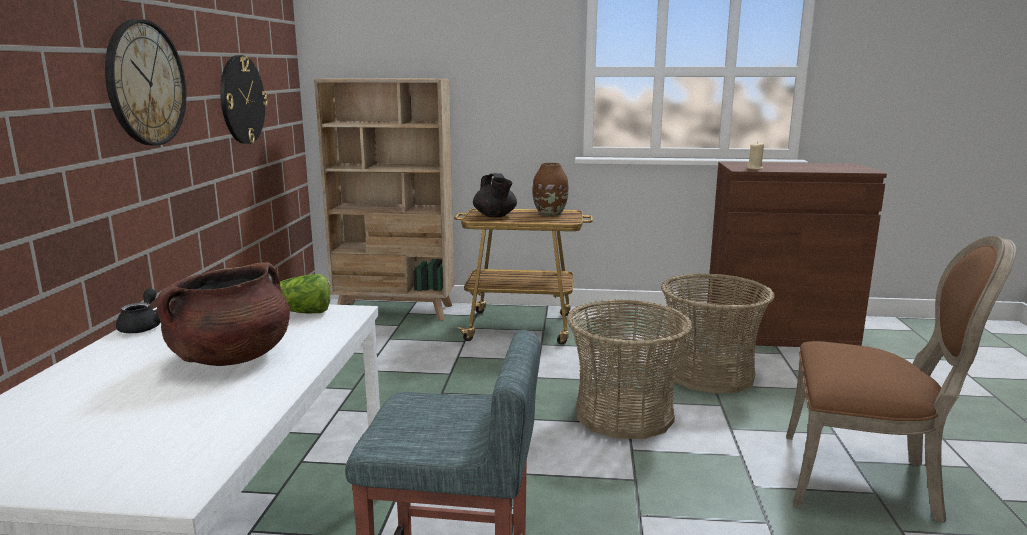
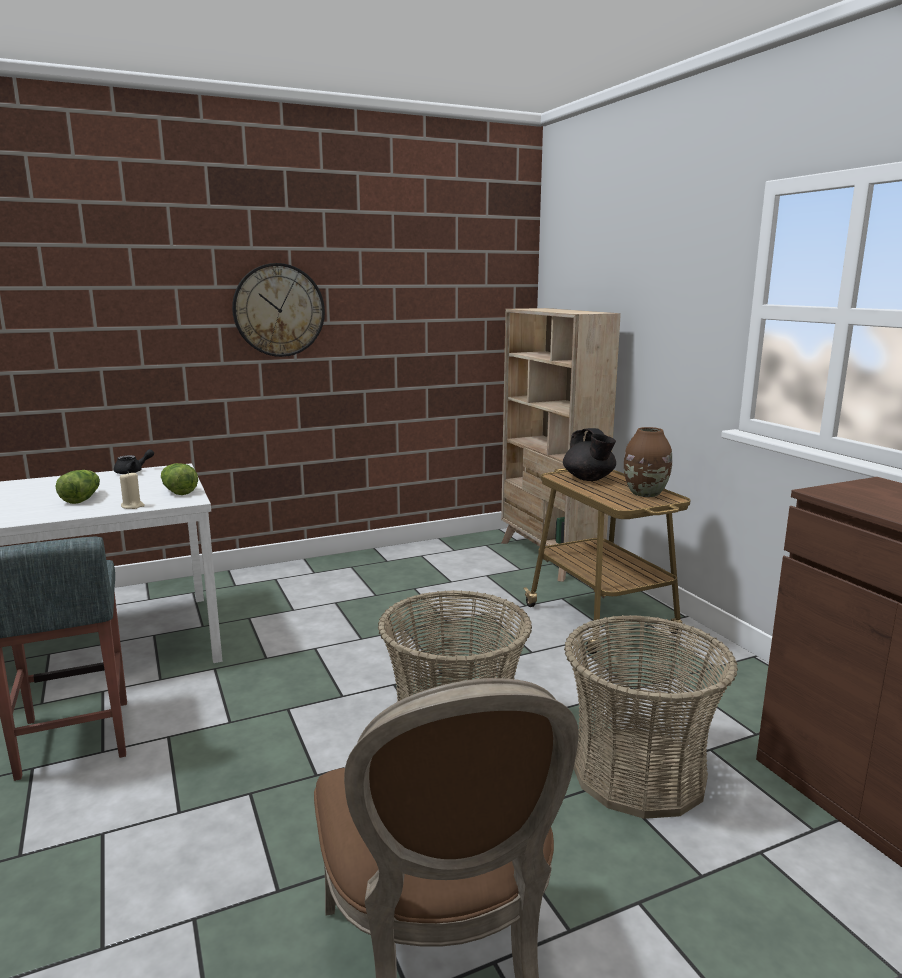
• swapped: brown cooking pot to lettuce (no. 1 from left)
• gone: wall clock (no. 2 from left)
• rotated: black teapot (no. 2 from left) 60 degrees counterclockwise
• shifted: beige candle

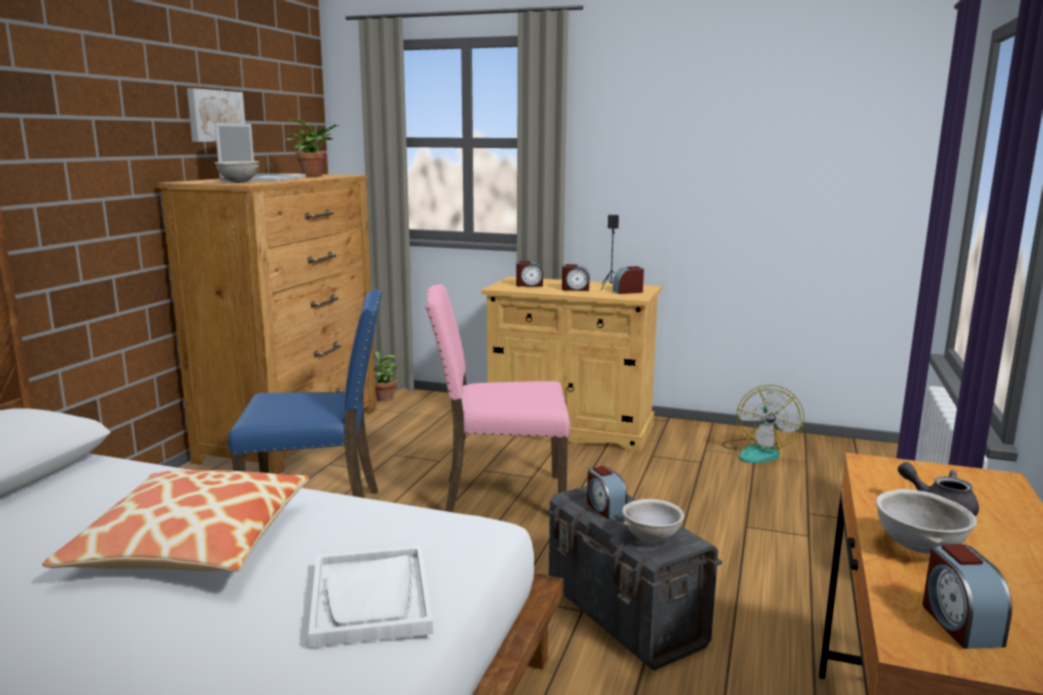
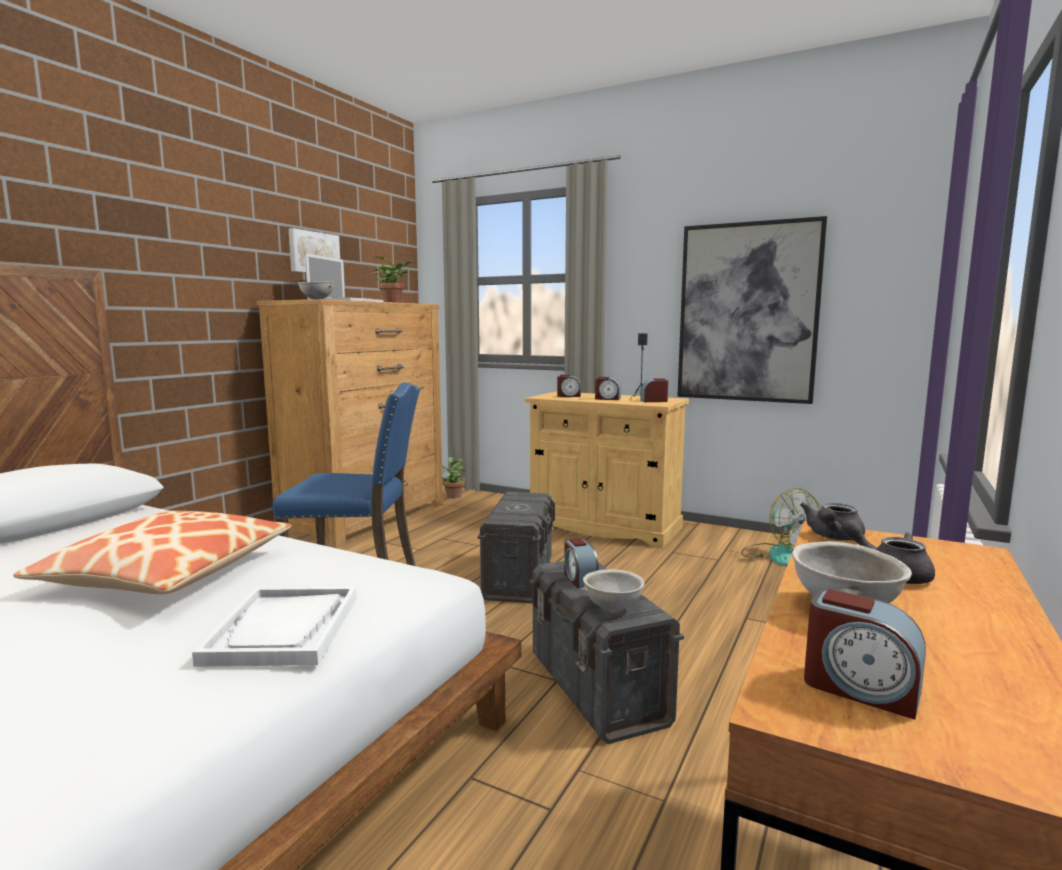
• swapped: pink chair to grey storage box (no. 1 from left)
• rotated: fan 45 degrees counterclockwise
• rotated: alarm clock (no. 5 from left) 60 degrees counterclockwise
• new: picture (no. 2 from left)
• new: grey teapot (no. 1 from left)

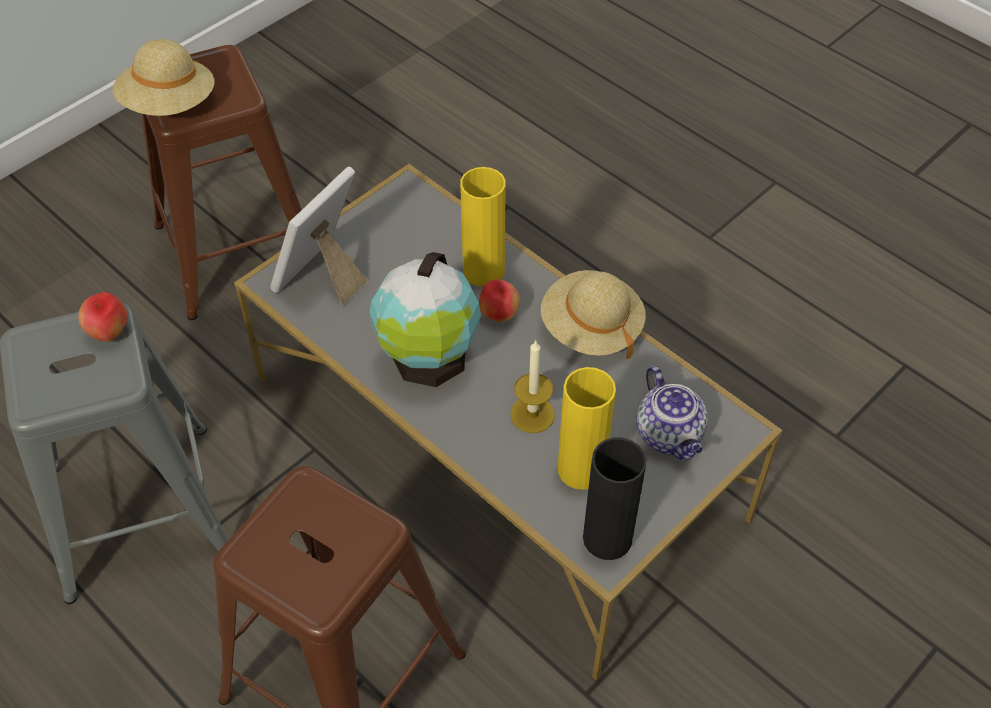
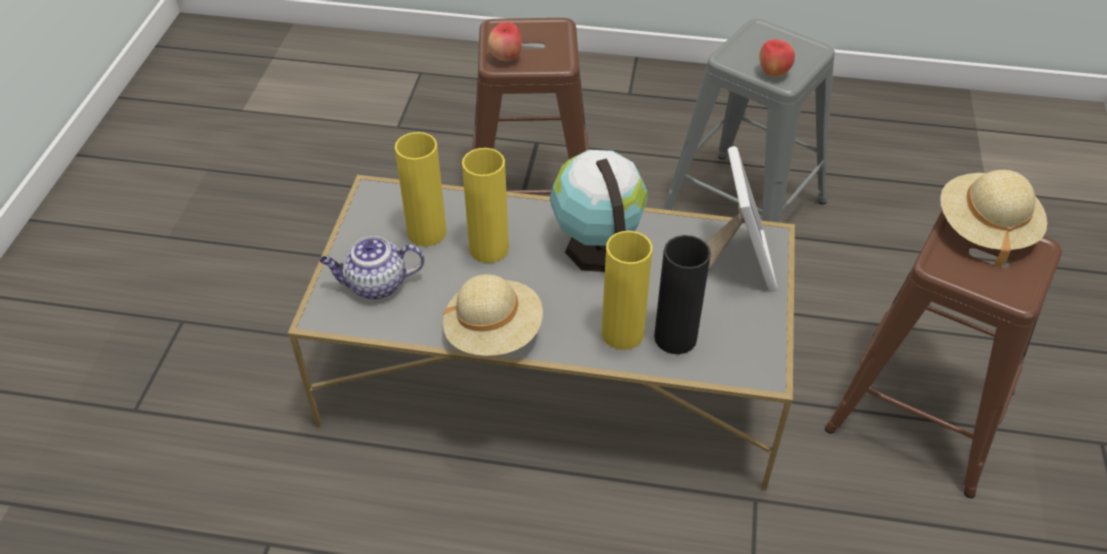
• shifted: apple (no. 2 from left in the first image) to apple (no. 1 from left)
• swapped: candle to yellow vase (no. 2 from left)
• shifted: black vase
• rotated: teapot 45 degrees counterclockwise

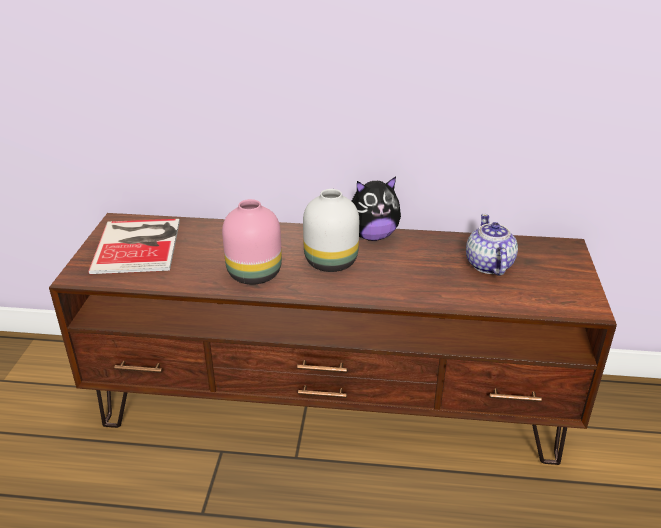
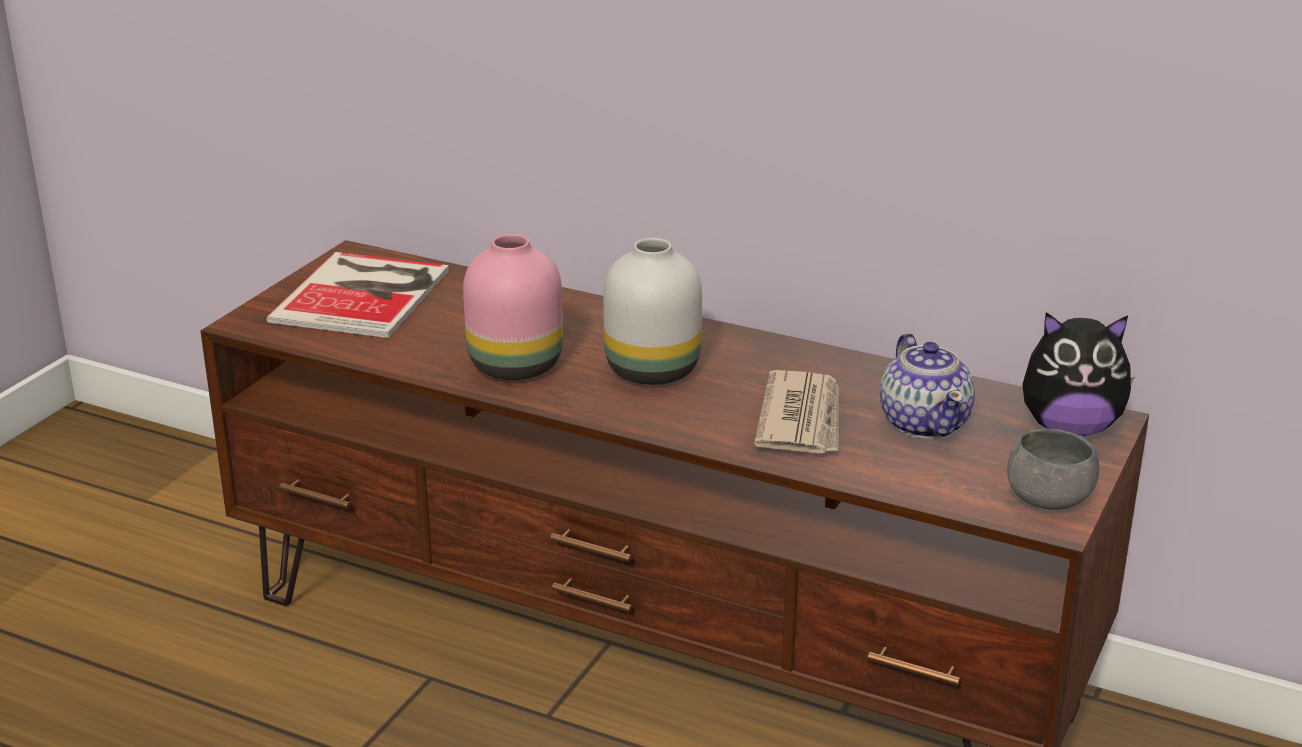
• shifted: plush toy
• rotated: teapot 150 degrees clockwise
• new: newspaper
• new: grey bowl

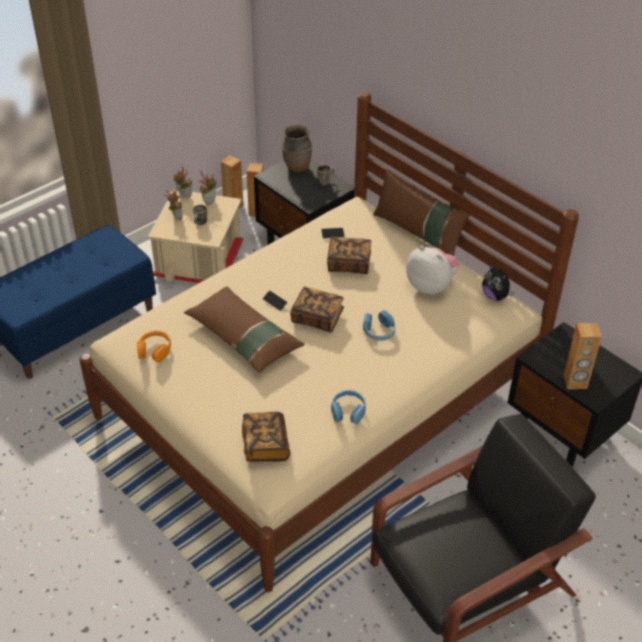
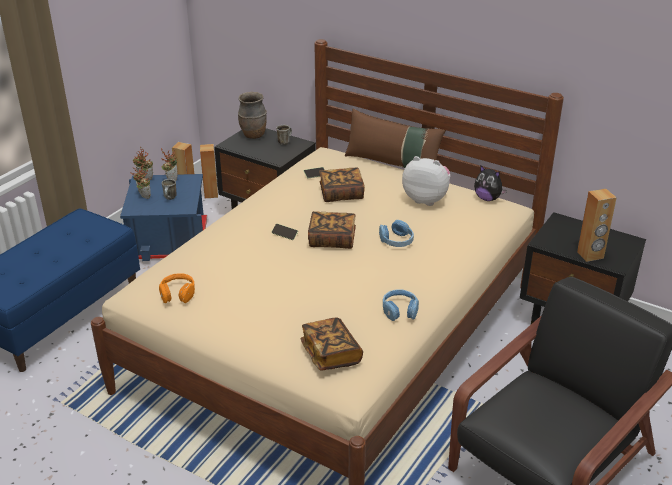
• repainted: beige storage box to blue storage box
• gone: brown pillow (no. 1 from left)

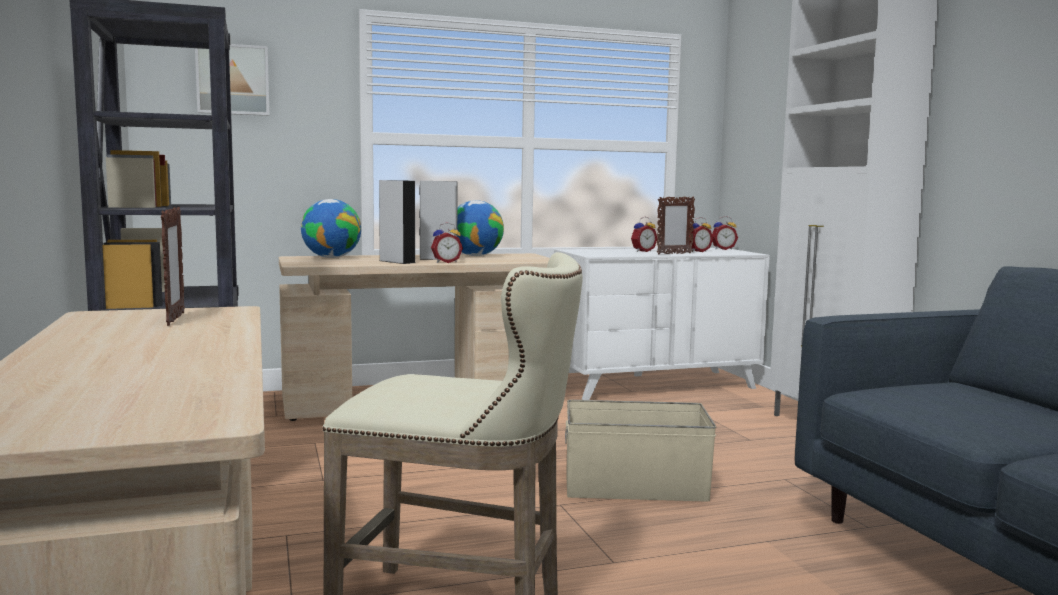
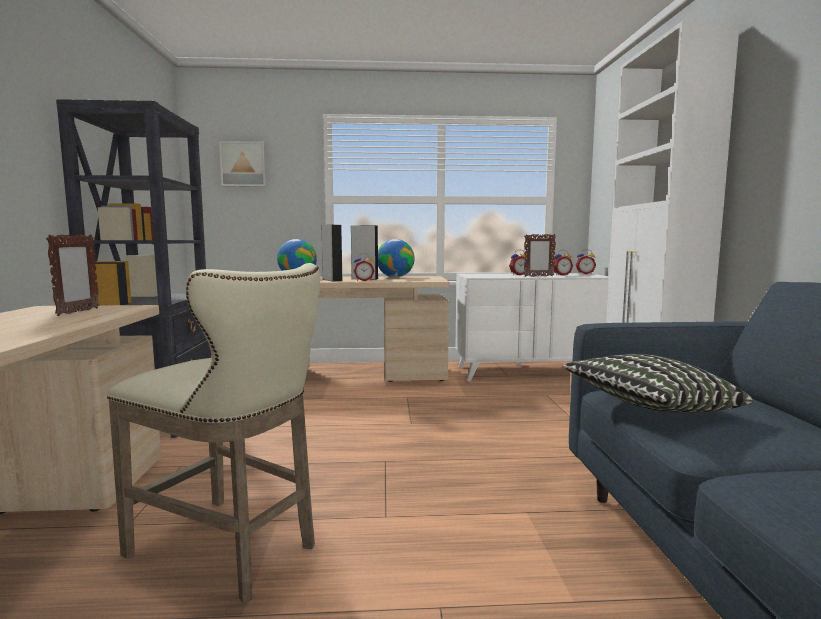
• gone: beige storage box
• new: pillow

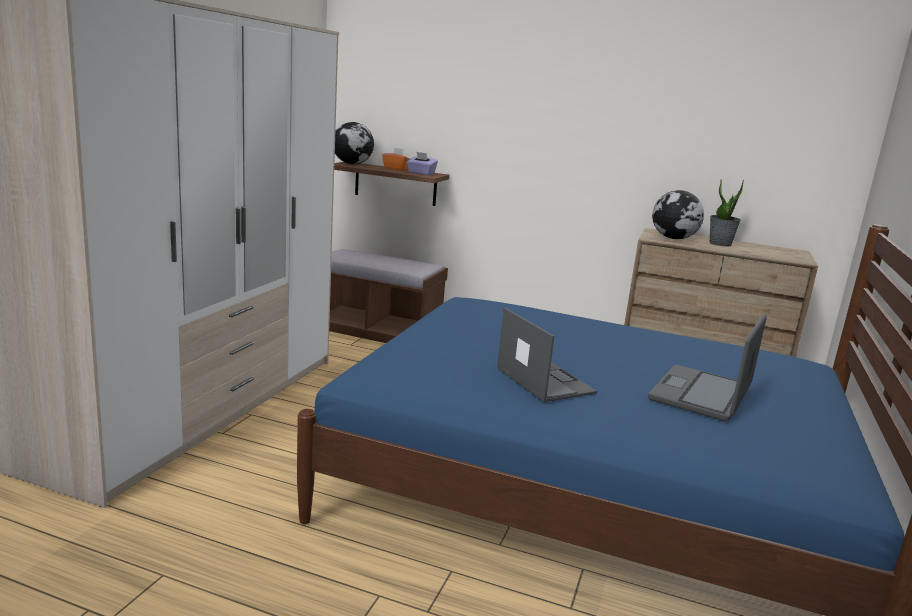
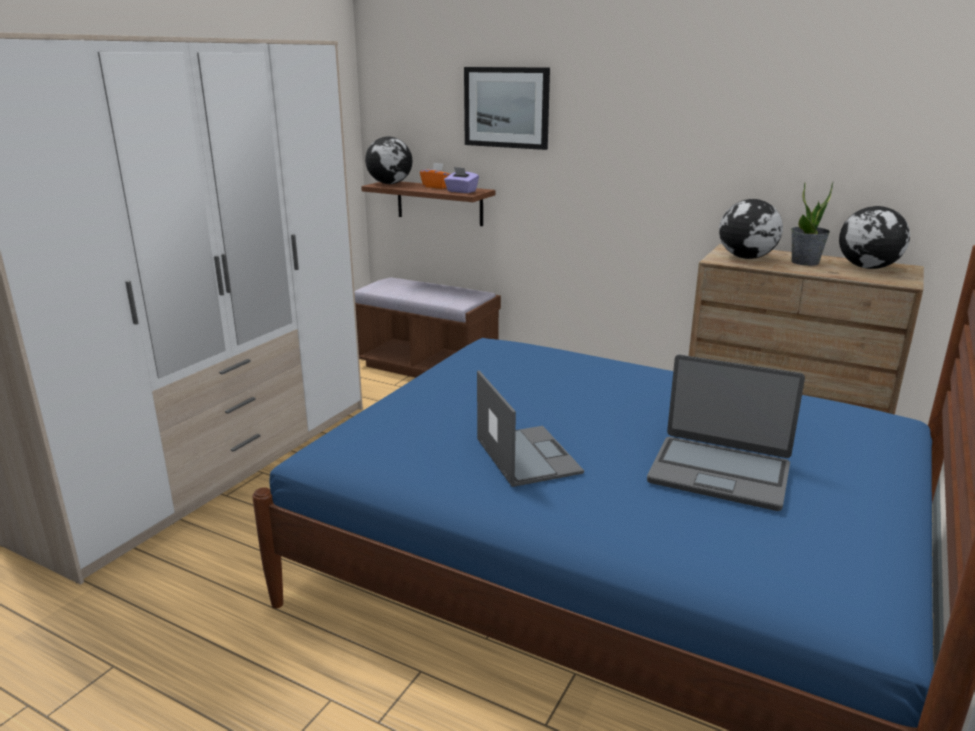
• rotated: laptop (no. 2 from left) 105 degrees counterclockwise
• new: picture
• new: globe (no. 3 from left)

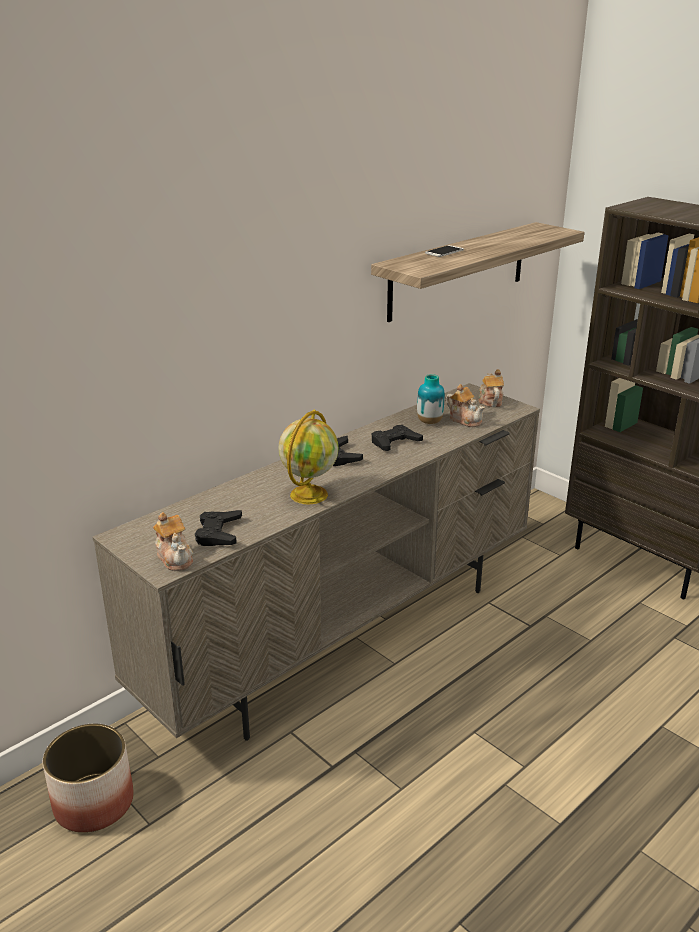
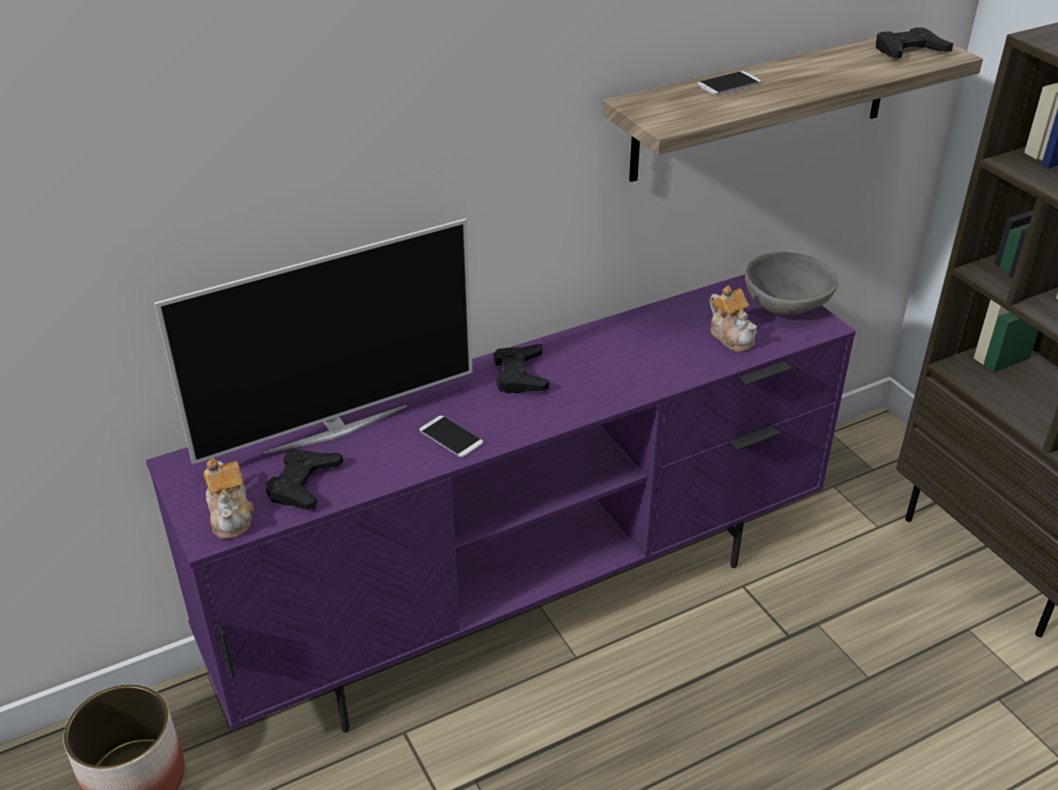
• repainted: beige tv stand to purple tv stand
• swapped: globe to phone (no. 1 from left)
• shifted: black game controller (no. 3 from left)
• gone: vase
• swapped: teapot (no. 3 from left) to grey bowl
• new: television

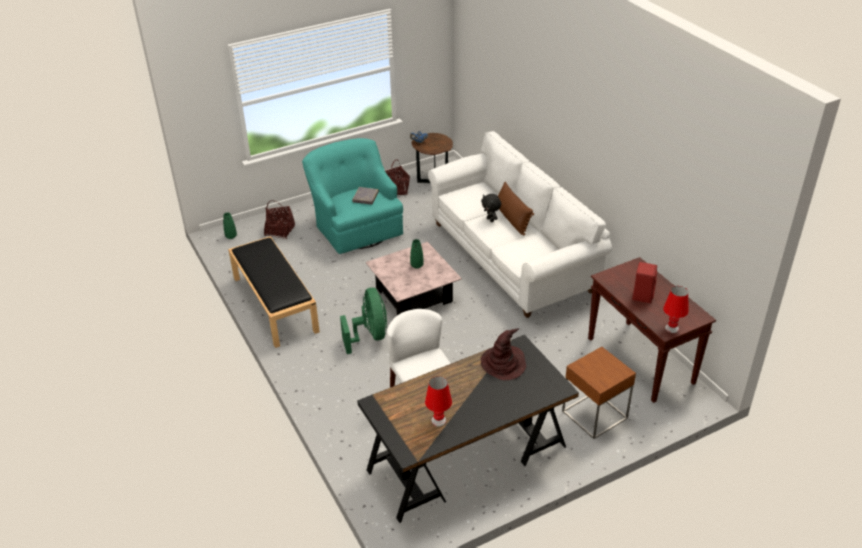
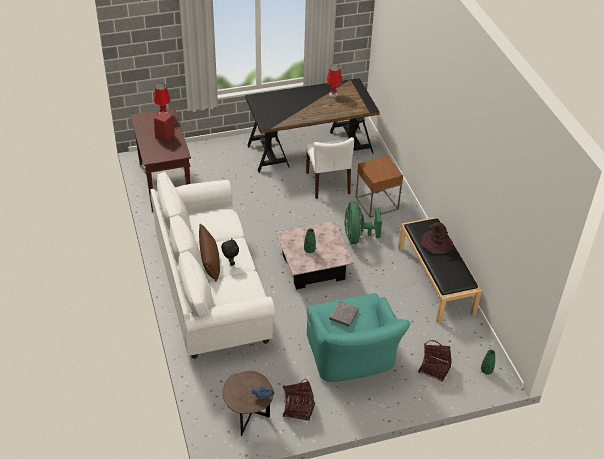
• shifted: brown hat
• shifted: brown side table (no. 2 from left)

